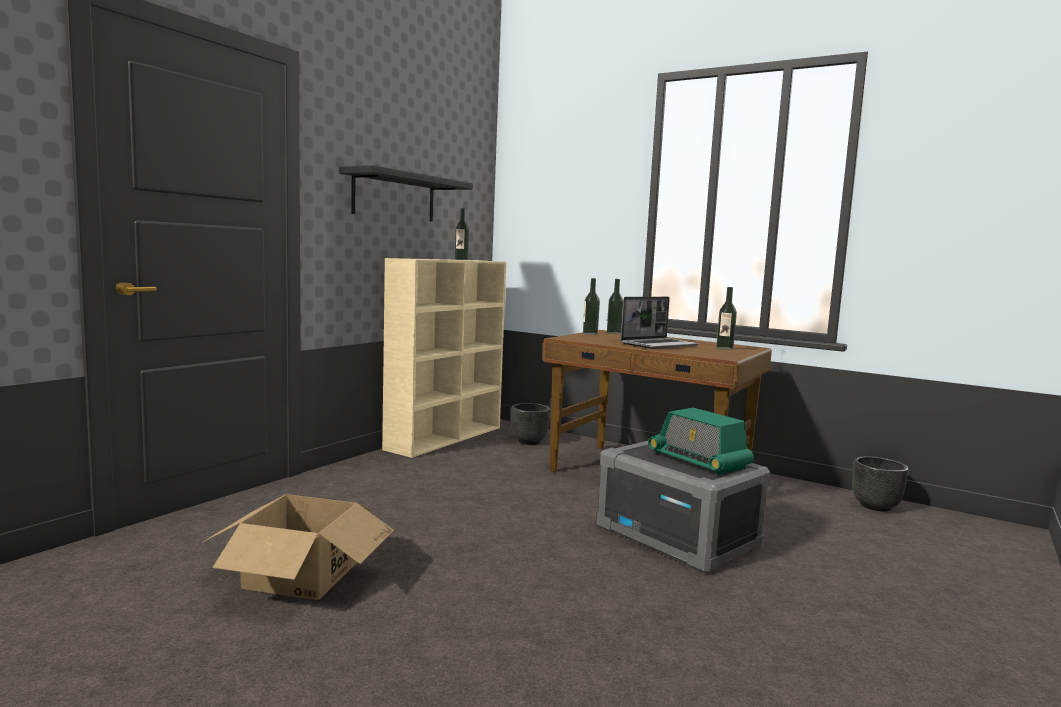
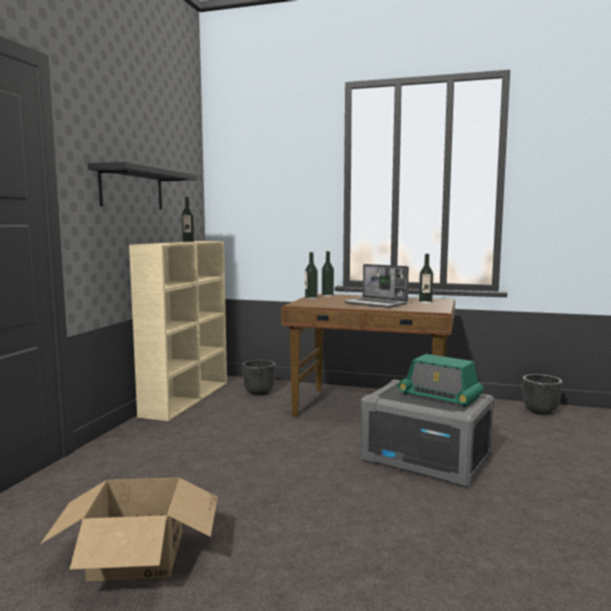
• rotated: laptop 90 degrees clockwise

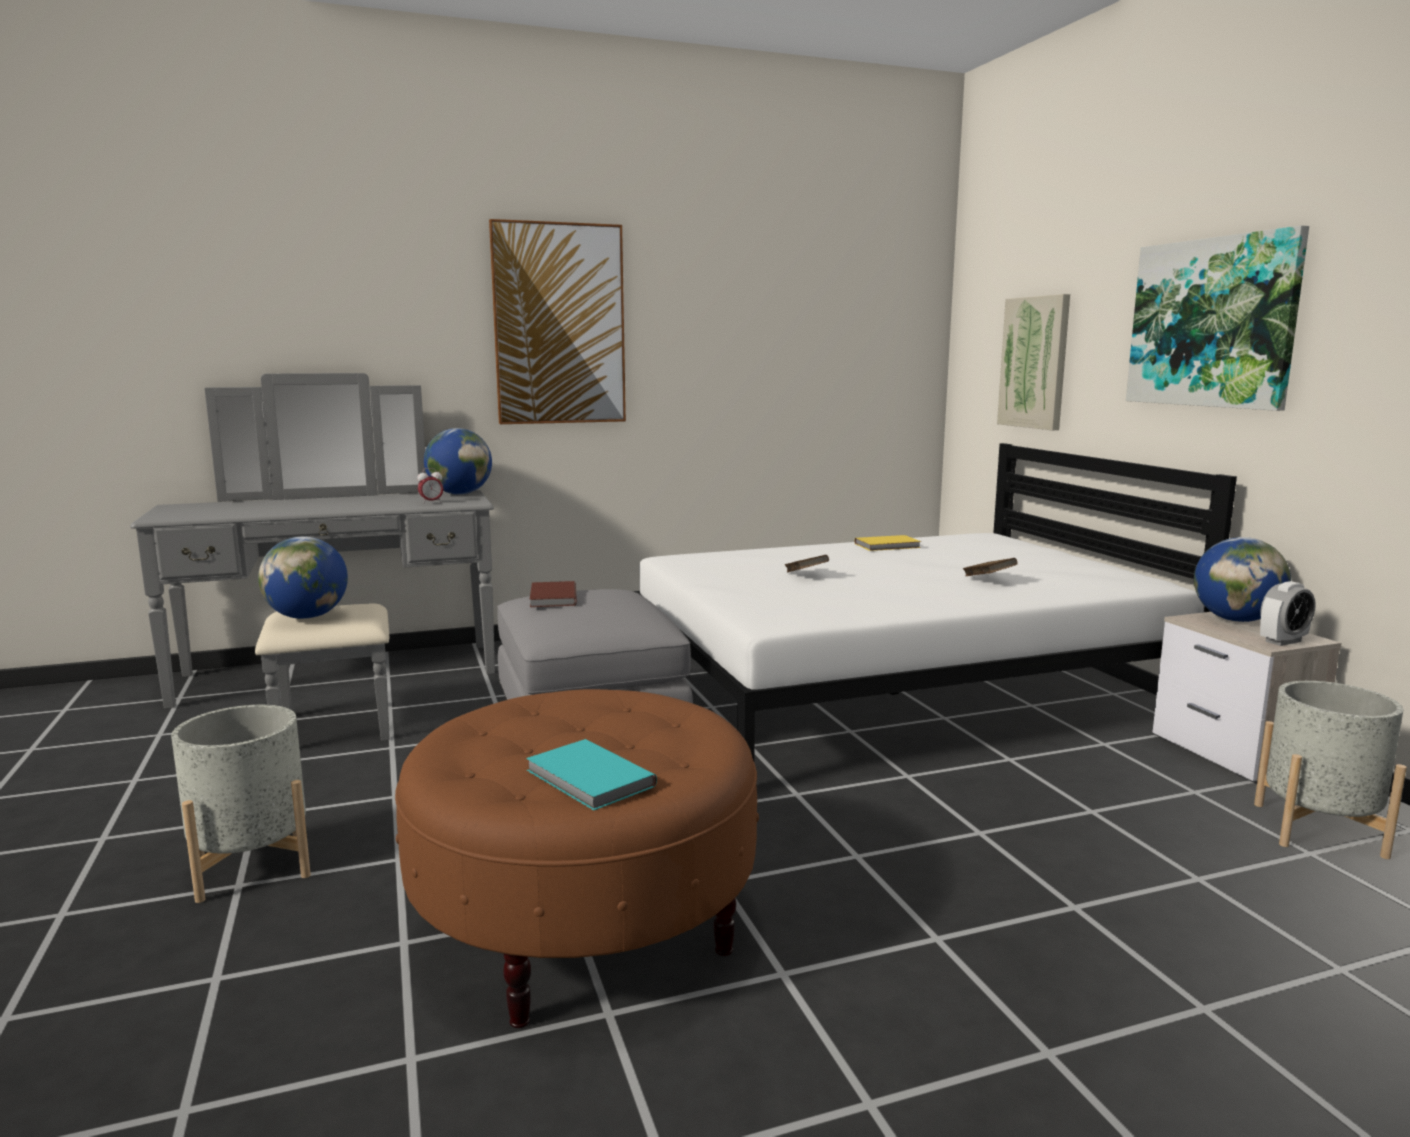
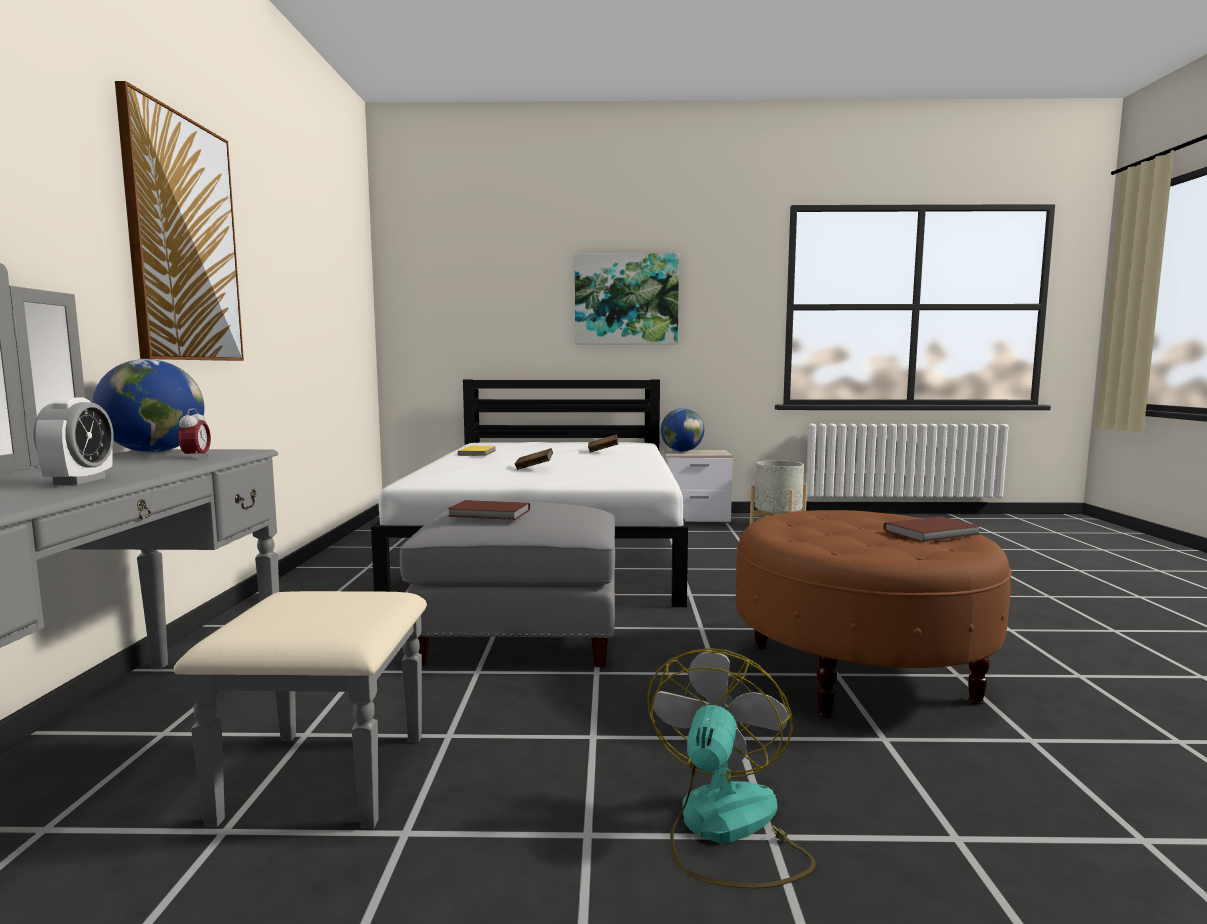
• swapped: grey planter (no. 1 from left) to fan
• gone: globe (no. 1 from left)
• repainted: turquoise book to brown book (no. 4 from left)
• gone: picture (no. 2 from left)
• shifted: alarm clock (no. 2 from left in the first image) to alarm clock (no. 1 from left)

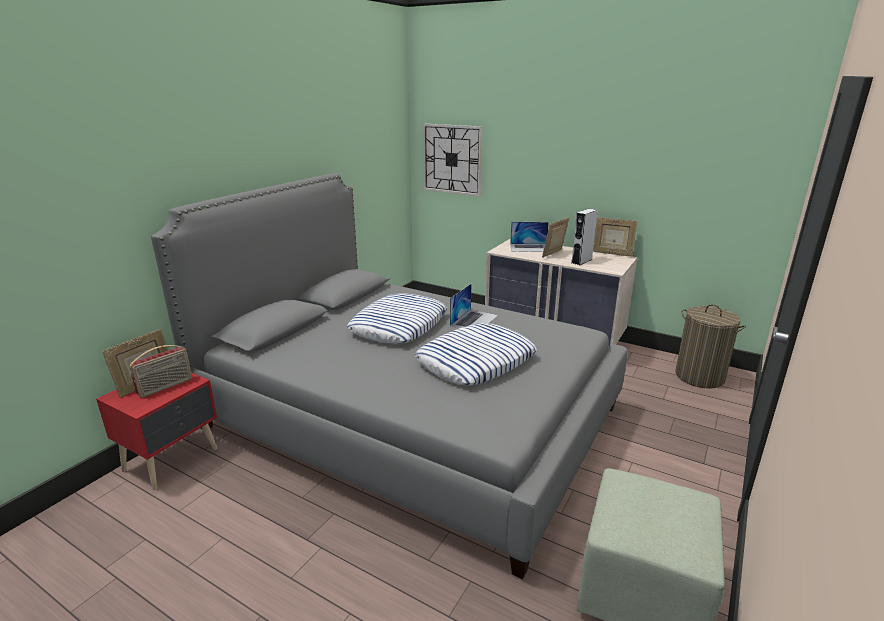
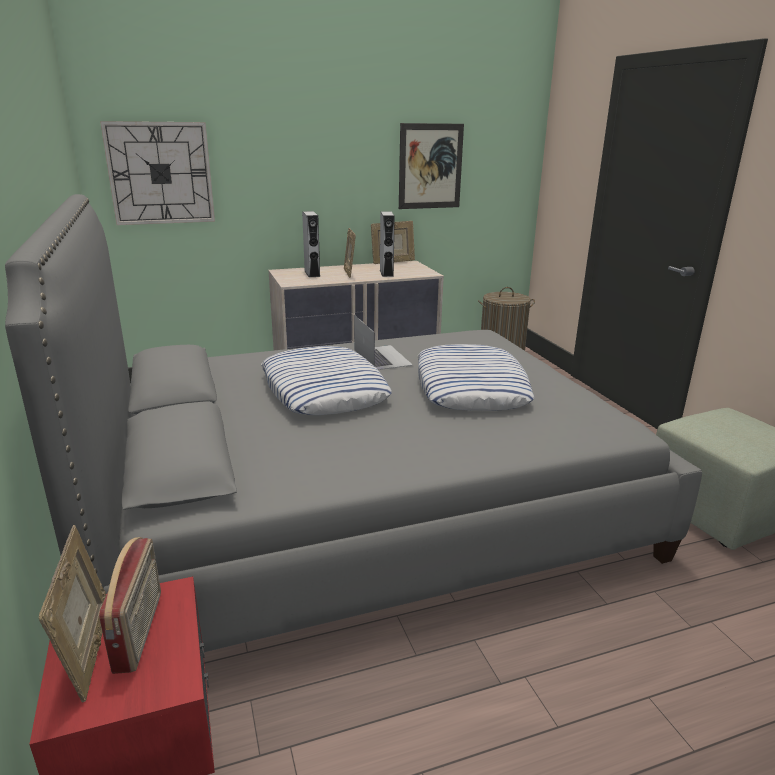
• swapped: laptop (no. 2 from left) to grey speaker (no. 1 from left)
• new: picture

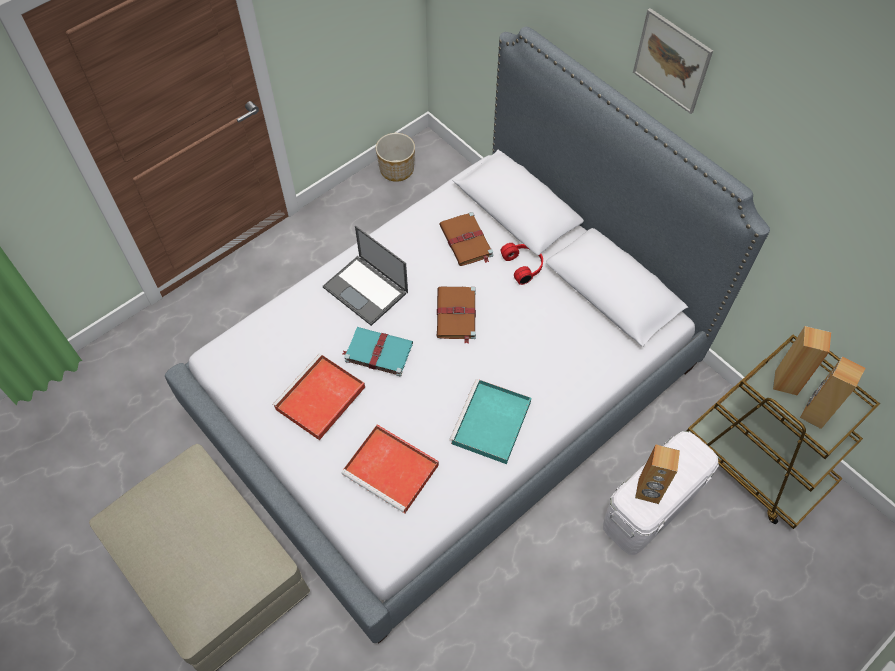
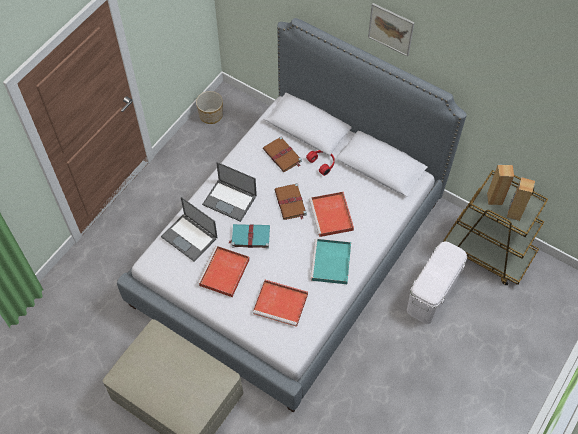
• gone: brown speaker (no. 1 from left)
• new: laptop (no. 1 from left)
• new: red tray (no. 3 from left)

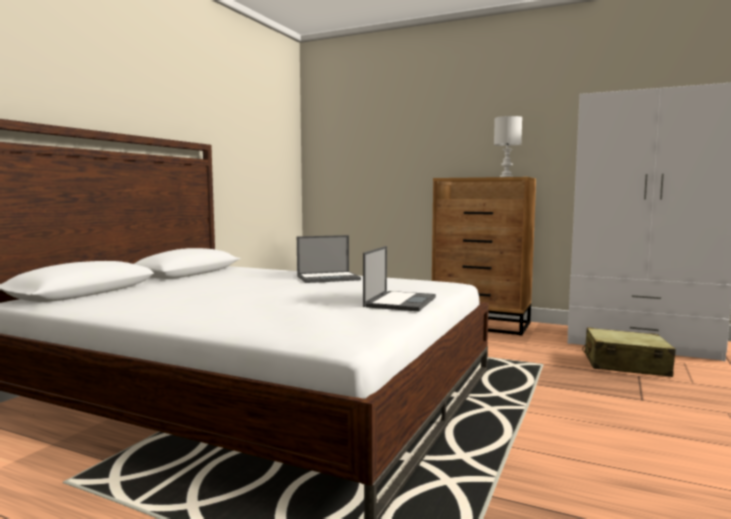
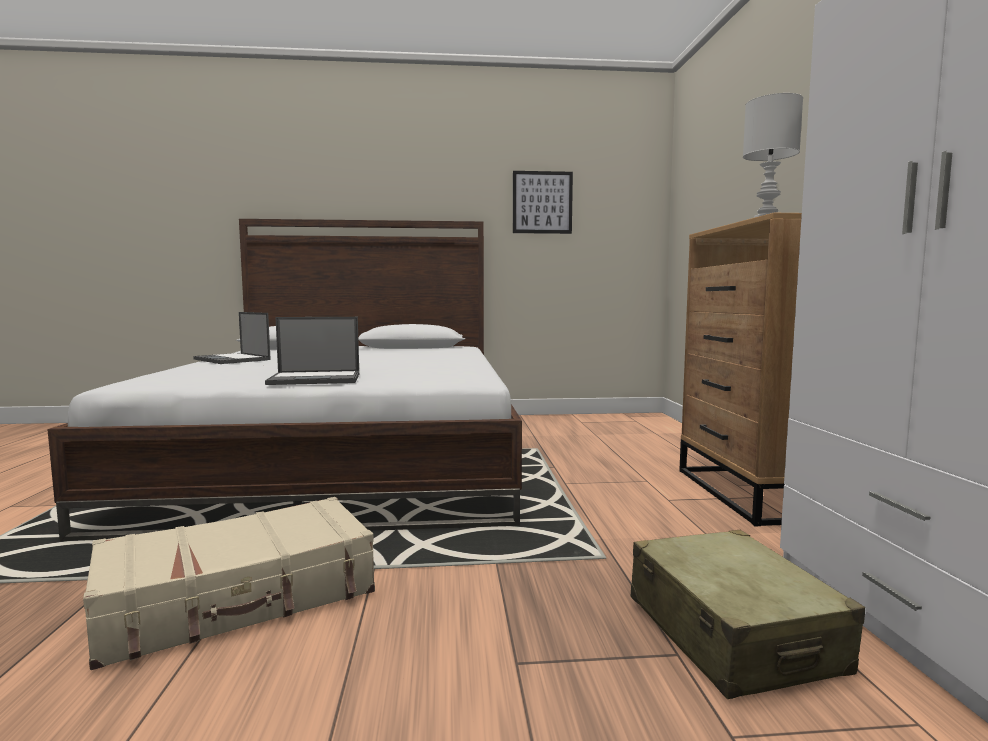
• shifted: laptop (no. 1 from left)
• new: beige suitcase (no. 1 from left)
• new: picture

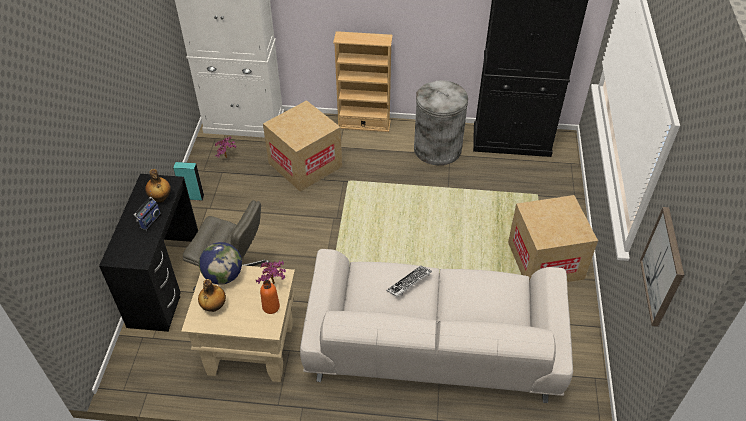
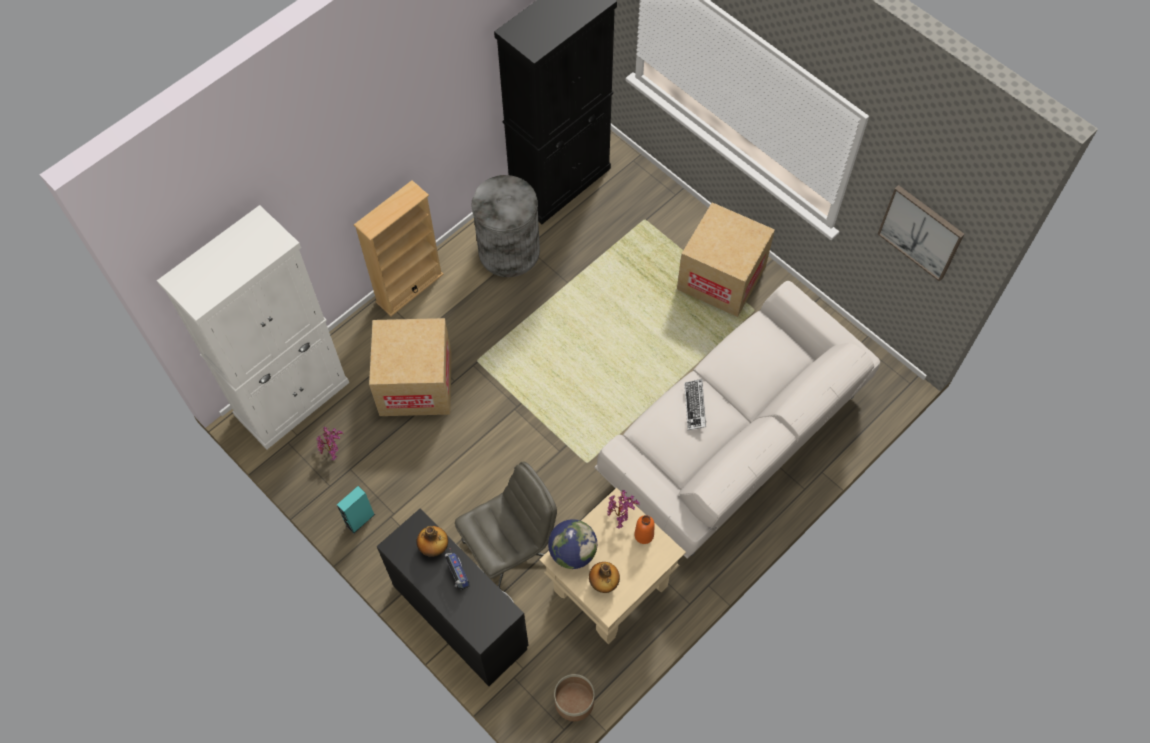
• new: planter

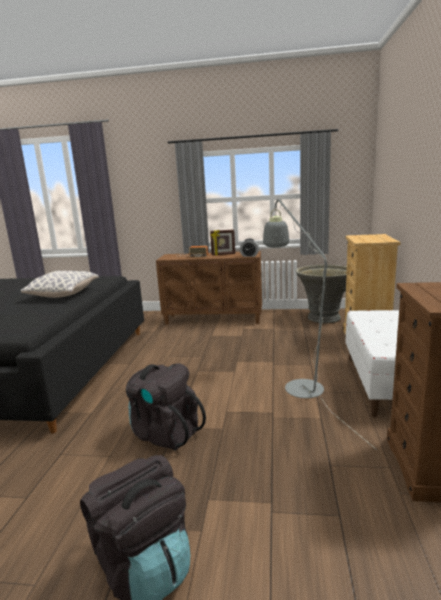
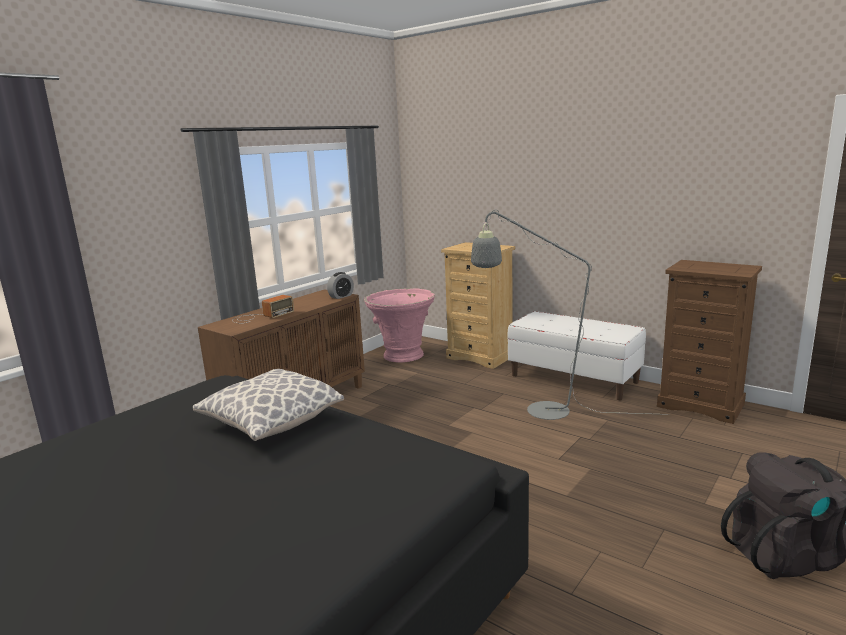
• gone: black backpack (no. 2 from left)
• gone: picture frame
• repainted: grey planter to pink planter

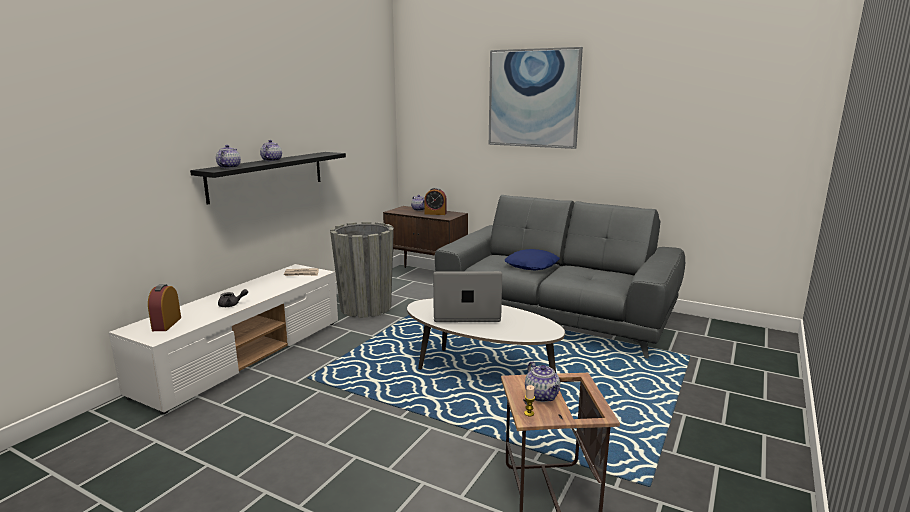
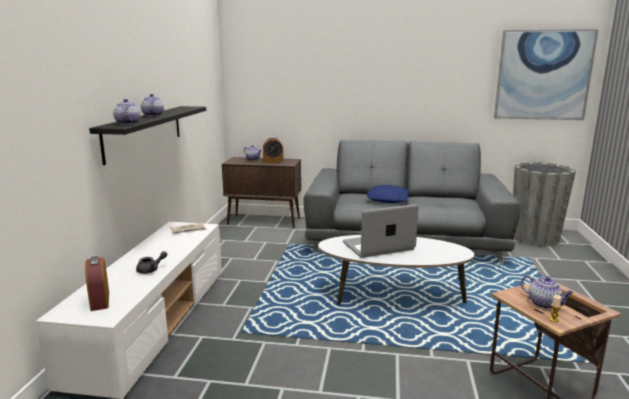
• shifted: grey planter
• shifted: picture

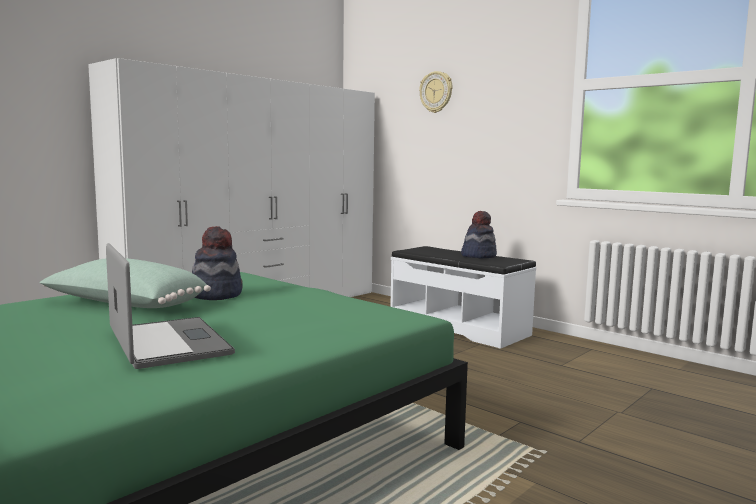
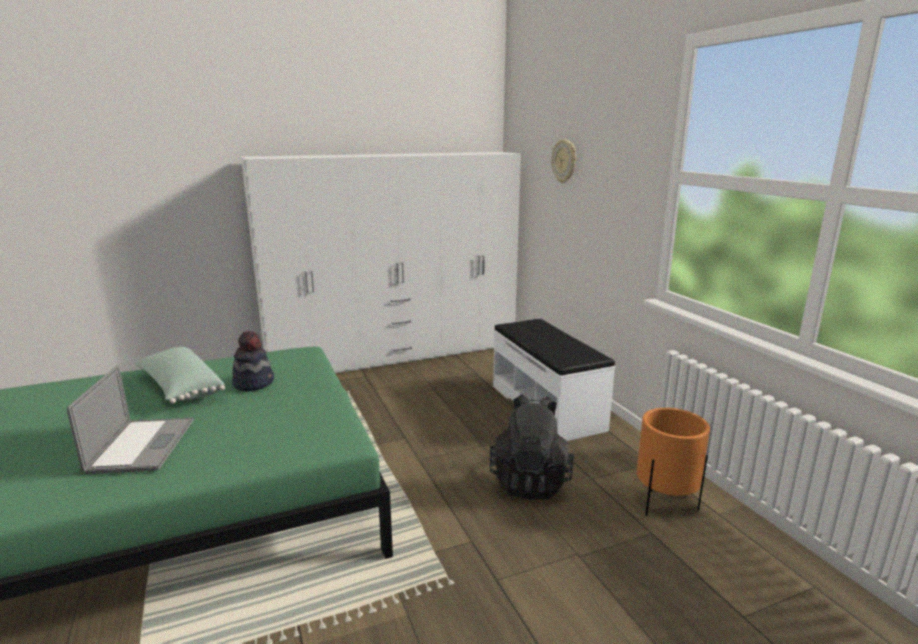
• gone: hat (no. 2 from left)
• new: black backpack
• new: orange planter

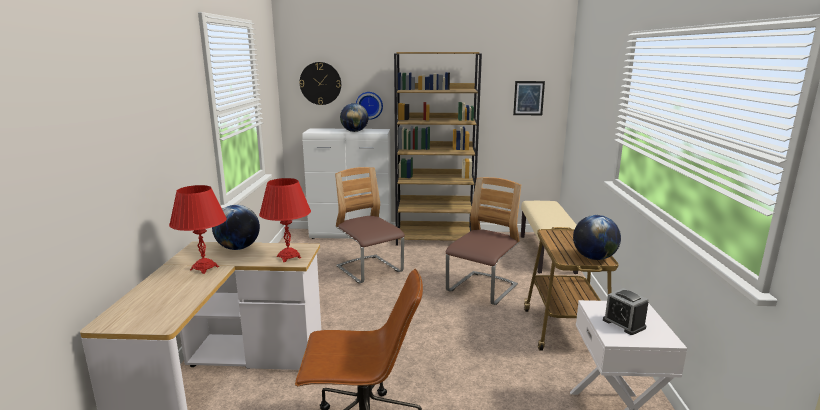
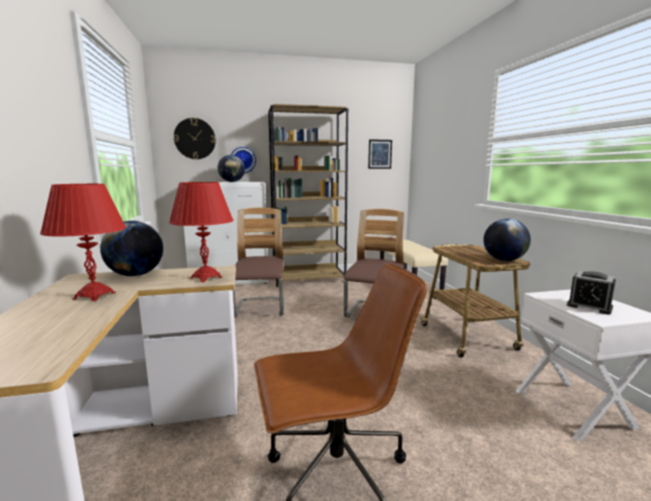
• rotated: chair (no. 1 from left) 45 degrees clockwise

